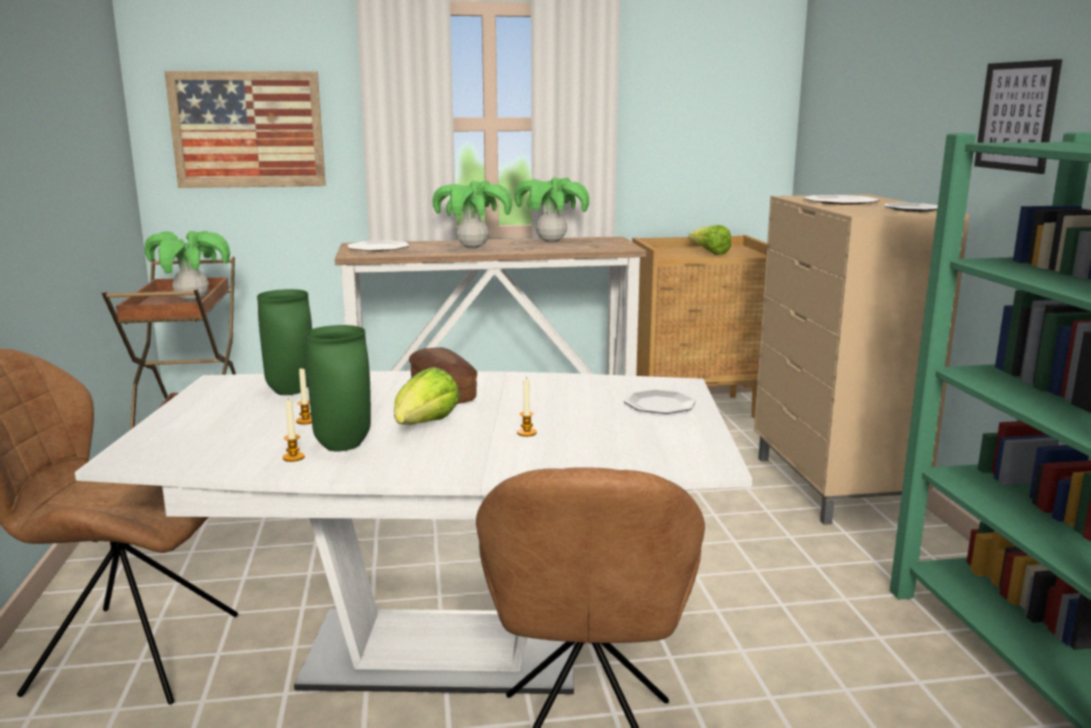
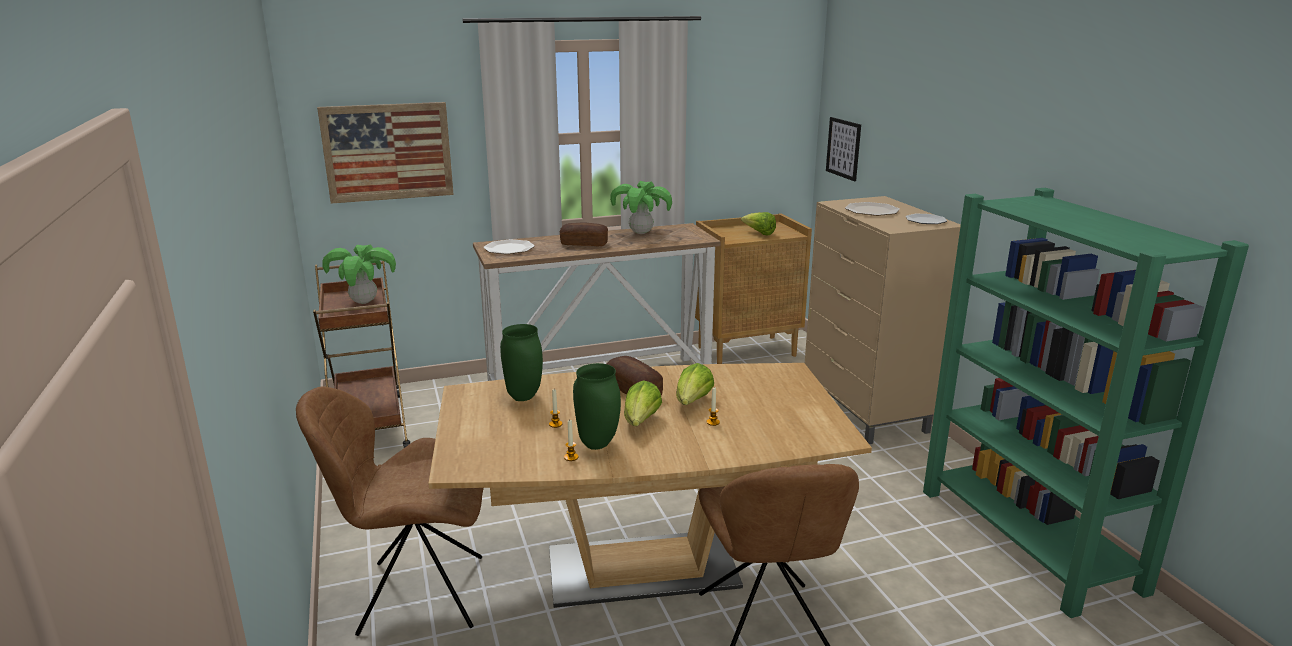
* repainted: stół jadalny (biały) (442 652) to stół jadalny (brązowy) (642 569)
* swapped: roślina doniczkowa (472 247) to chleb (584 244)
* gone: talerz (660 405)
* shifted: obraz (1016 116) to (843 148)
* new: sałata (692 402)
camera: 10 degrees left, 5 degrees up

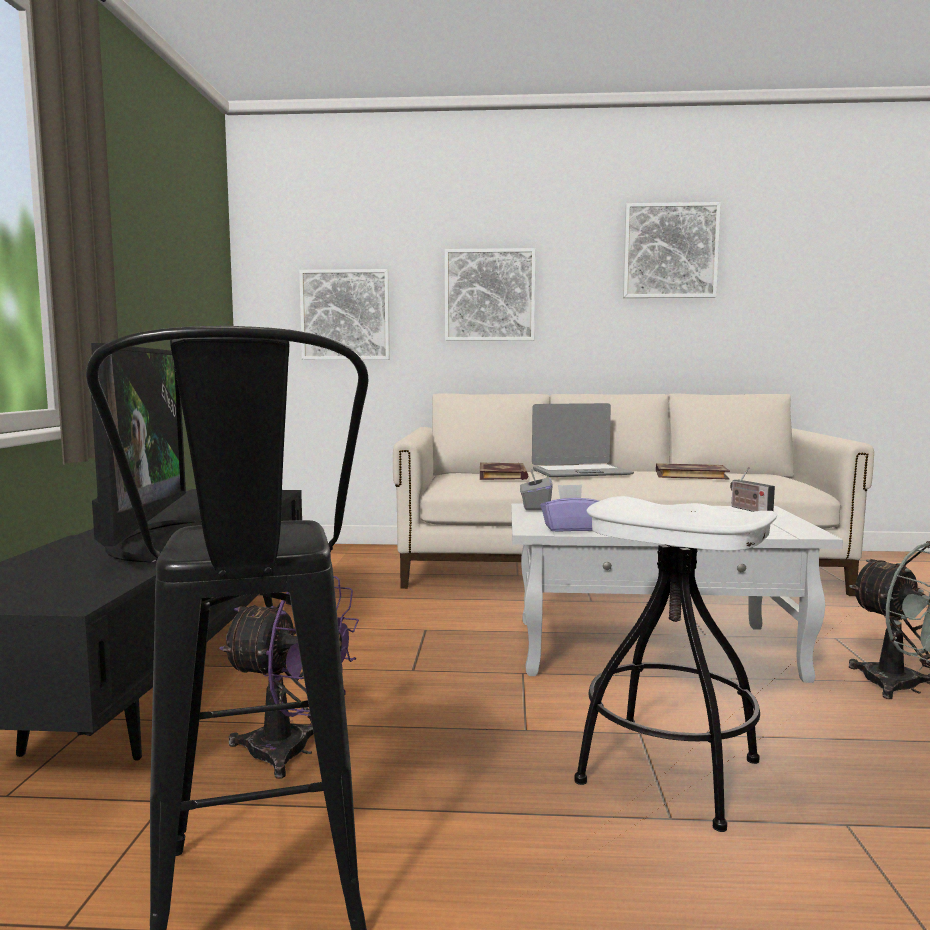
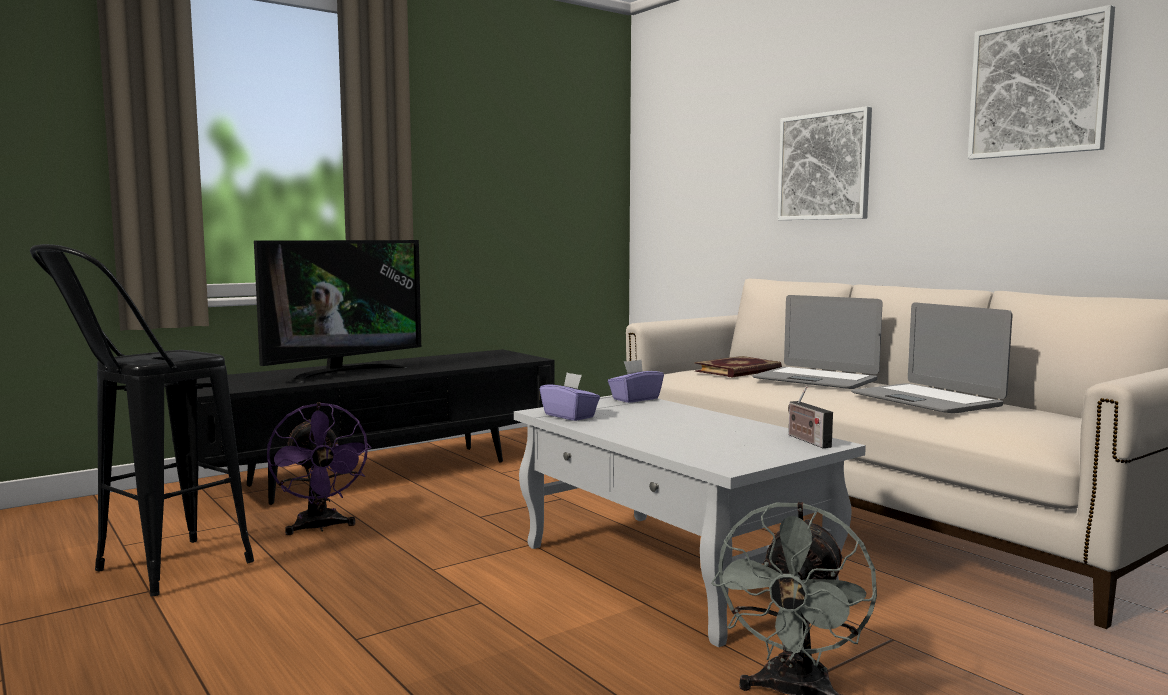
* gone: obraz (345 315)
* repainted: pudełko chusteczek (szary) (535 507) to pudełko chusteczek (fioletowy) (635 399)
* gone: stołek (biały) (667 770)
* swapped: książka (690 474) to laptop (926 400)
* rotated: radio (749 510) = (806 440) 45 degrees counterclockwise
camera: 50 degrees right, 0 degrees up

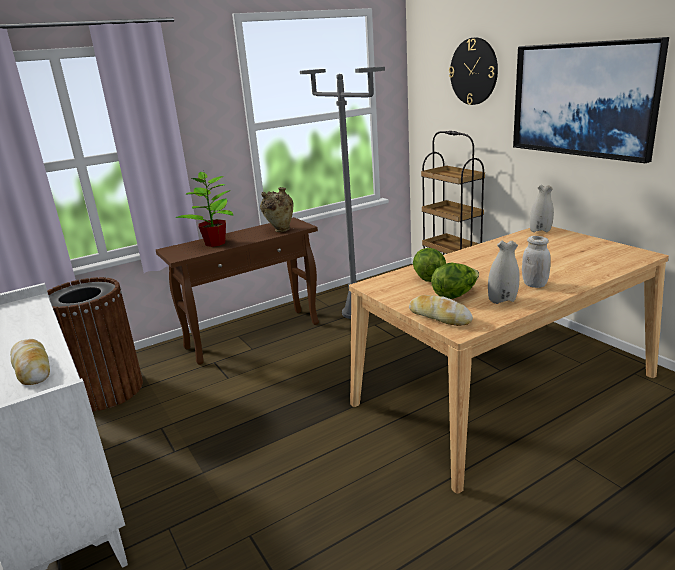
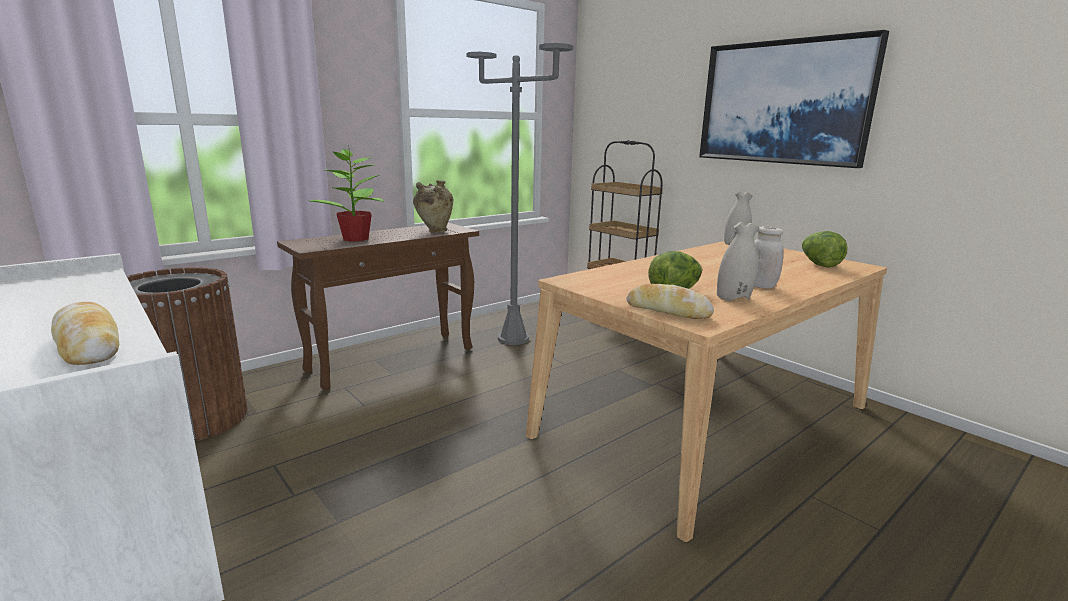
* shifted: sałata (428 277) to (819 265)
* gone: zegar ścienny (474 71)
camera: 10 degrees left, 5 degrees down

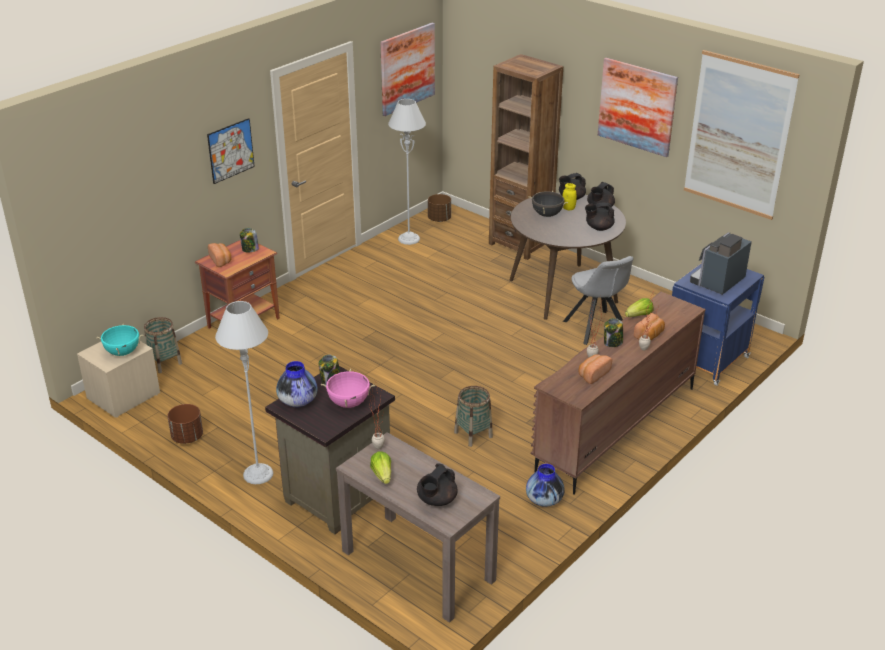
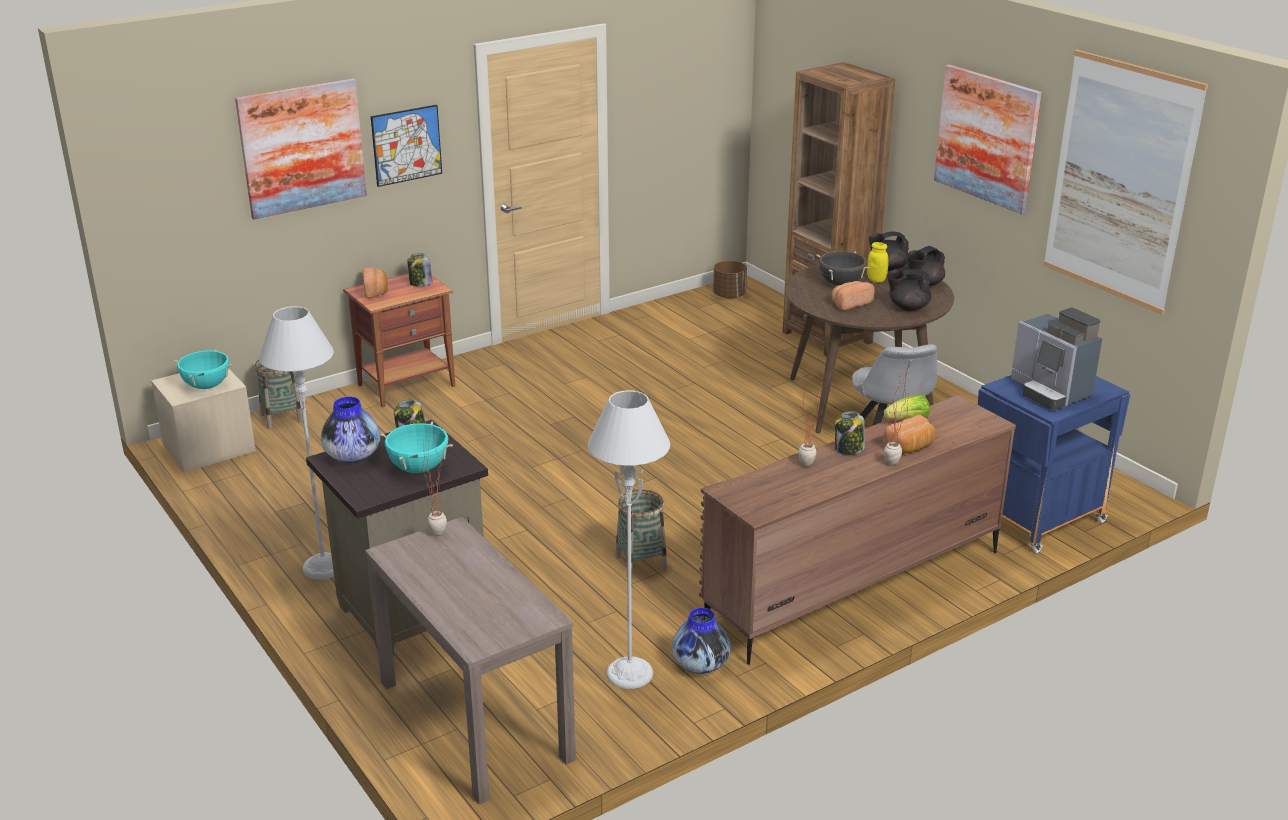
* gone: donica (brązowy) (187 437)
* repainted: garnek (różowy) (348 403) to garnek (turkusowy) (419 468)
* gone: sałata (382 475)
* shifted: obraz (407 68) to (302 148)
* shifted: lampa stojąca (szary) (408 239) to (629 673)
* gone: imbryk (czarny) (436 500)
* shifted: chleb (593 374) to (850 304)
* rotated: ekspres do kawy (717 282) = (1050 392) 90 degrees counterclockwise
camera: 15 degrees right, 5 degrees down

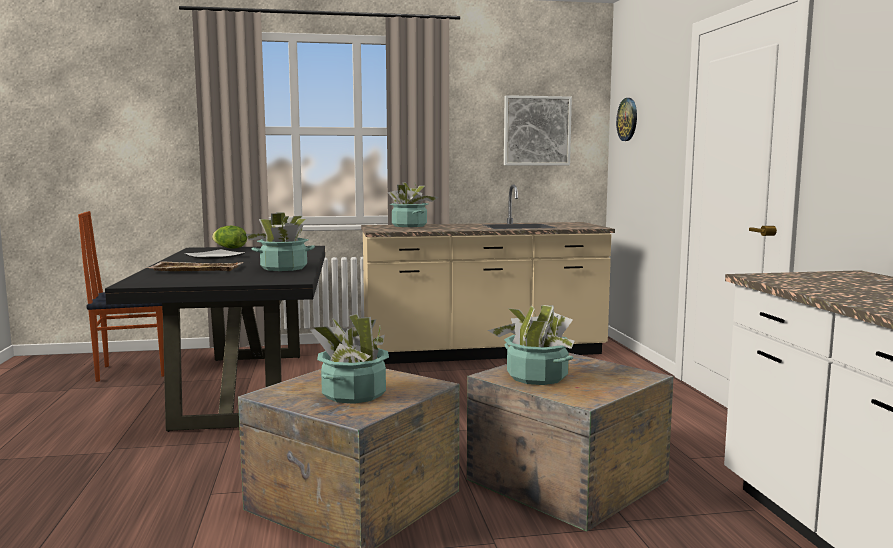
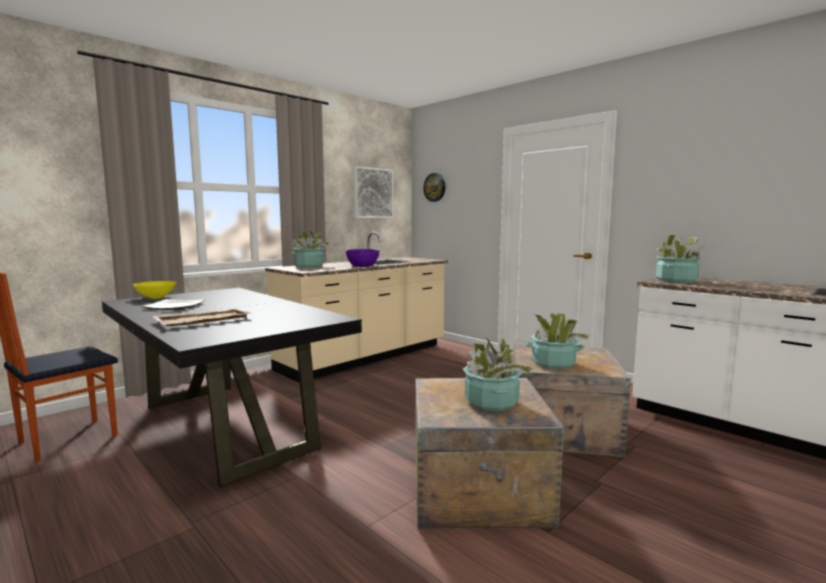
* swapped: sałata (230 248) to miska (żółty) (156 297)
* shifted: roślina doniczkowa (284 268) to (676 280)
* new: miska (fioletowy) (362 266)
camera: 35 degrees left, 0 degrees up

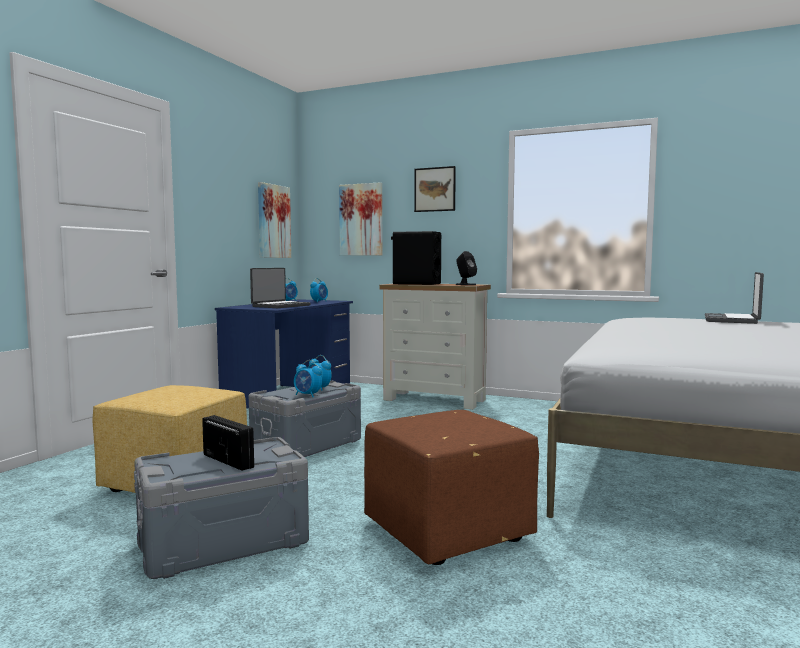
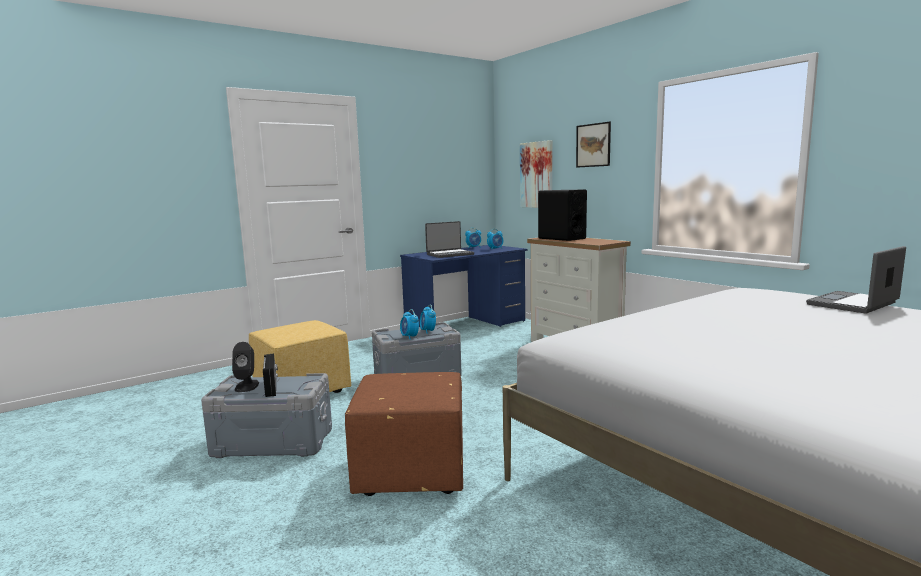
* gone: obraz (273 221)
* shifted: głośnik (czarny) (465 284) to (247 386)
camera: 30 degrees right, 5 degrees up

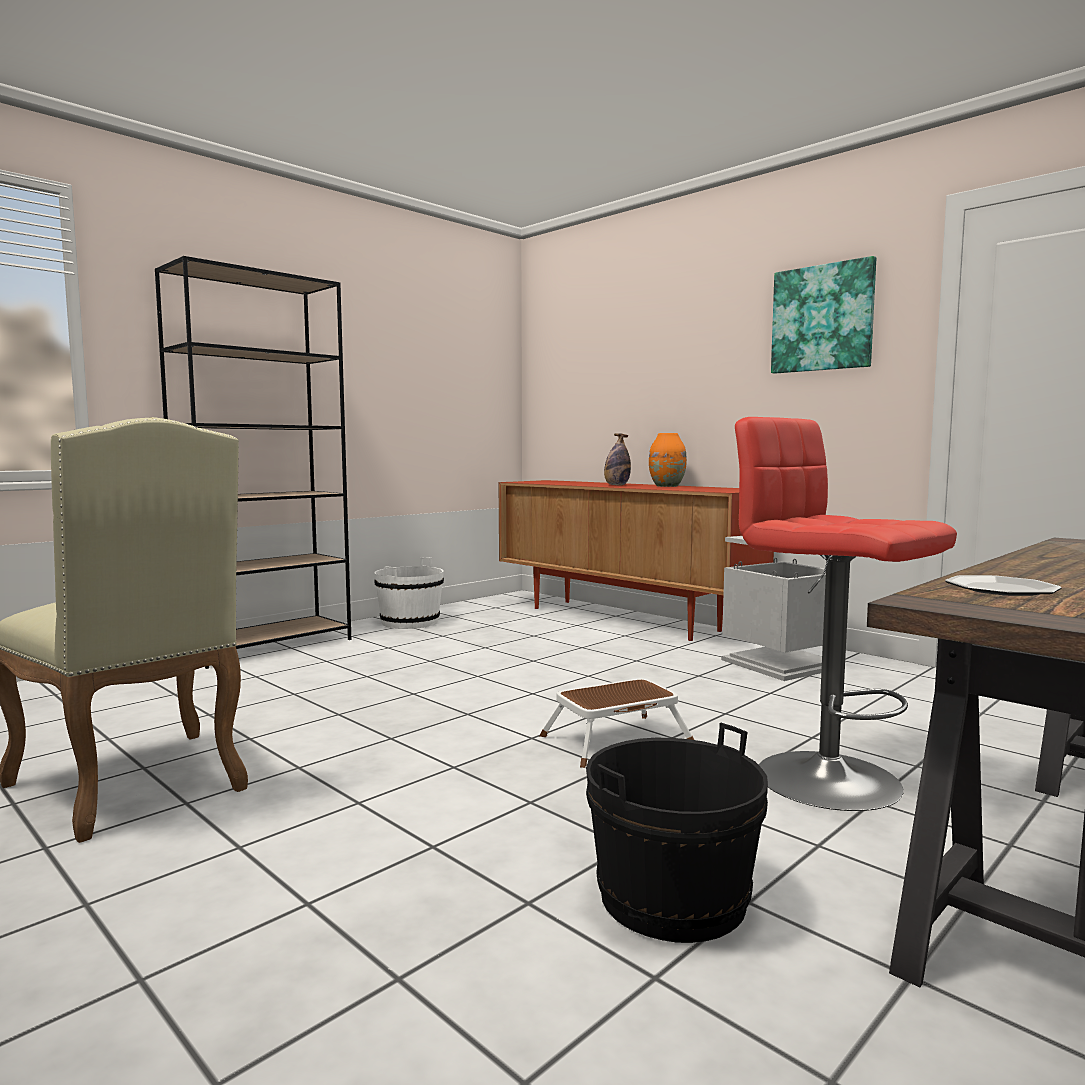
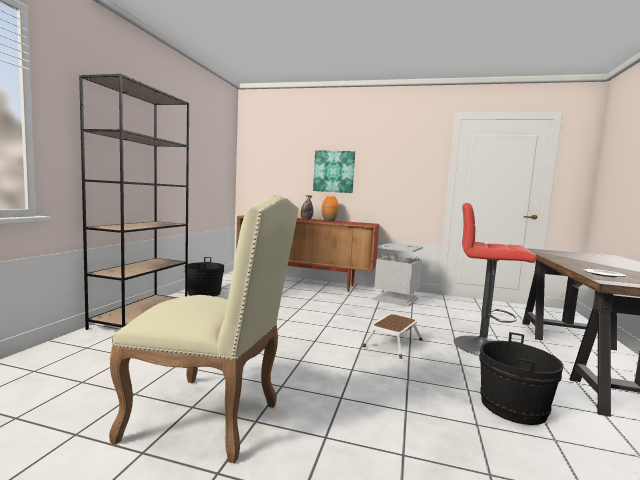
* repainted: wiadro (biały) (410 622) to wiadro (czarny) (204 293)
* shifted: obraz (822 318) to (334 171)
camera: 30 degrees left, 0 degrees up

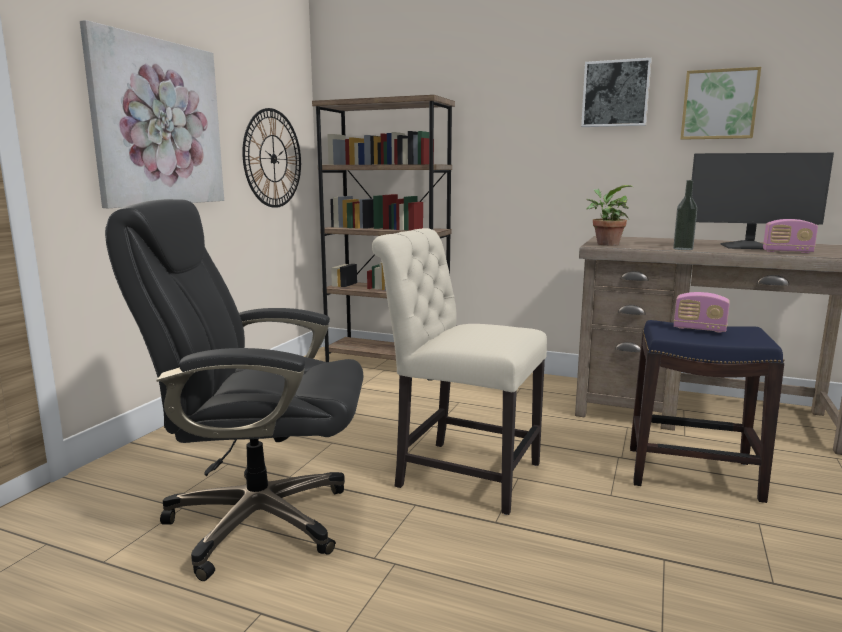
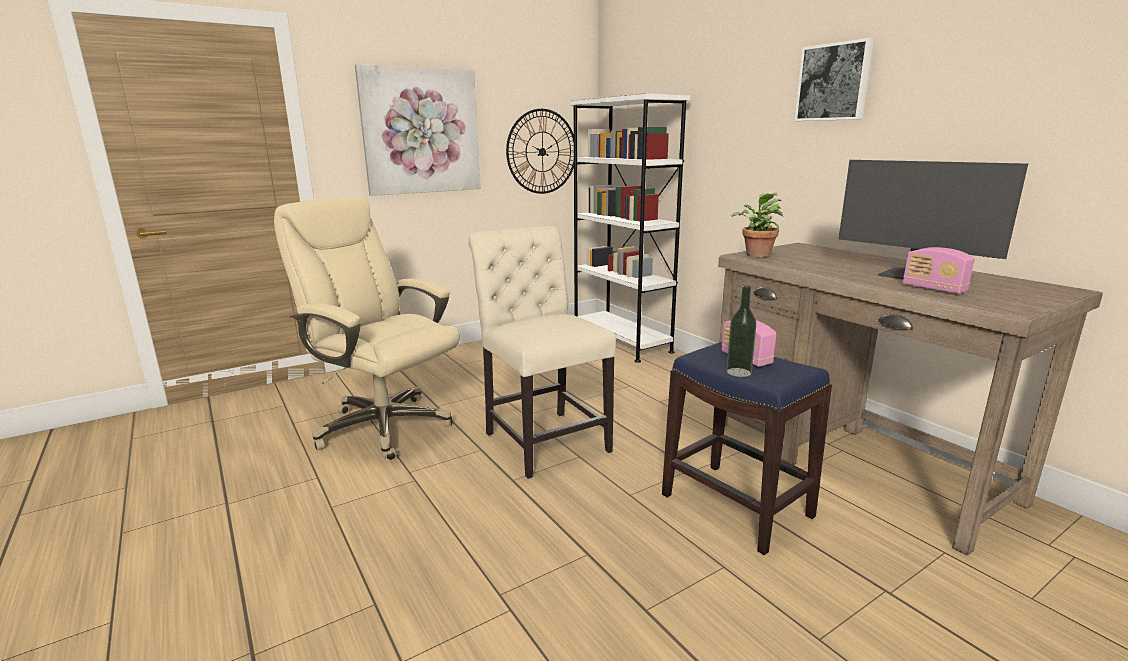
* repainted: krzesło biurowe (czarny) (263 521) to krzesło biurowe (beżowy) (387 428)
* repainted: regał (brązowy) (387 365) to regał (biały) (621 342)
* shifted: butelka (683 249) to (738 372)
* gone: obraz (719 104)
camera: 35 degrees right, 5 degrees up

